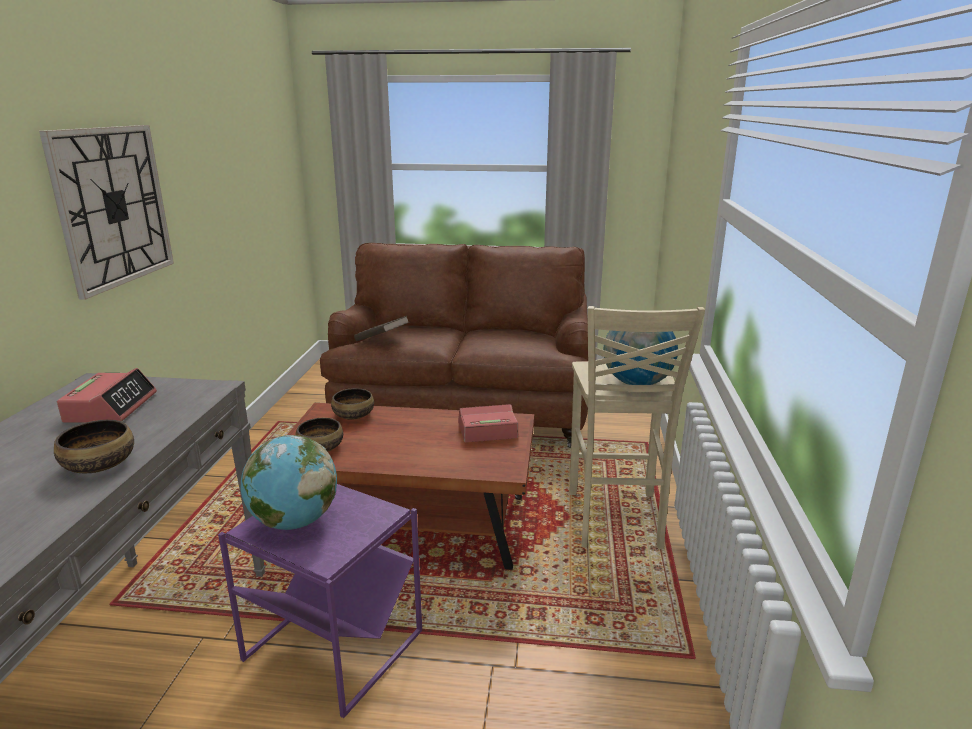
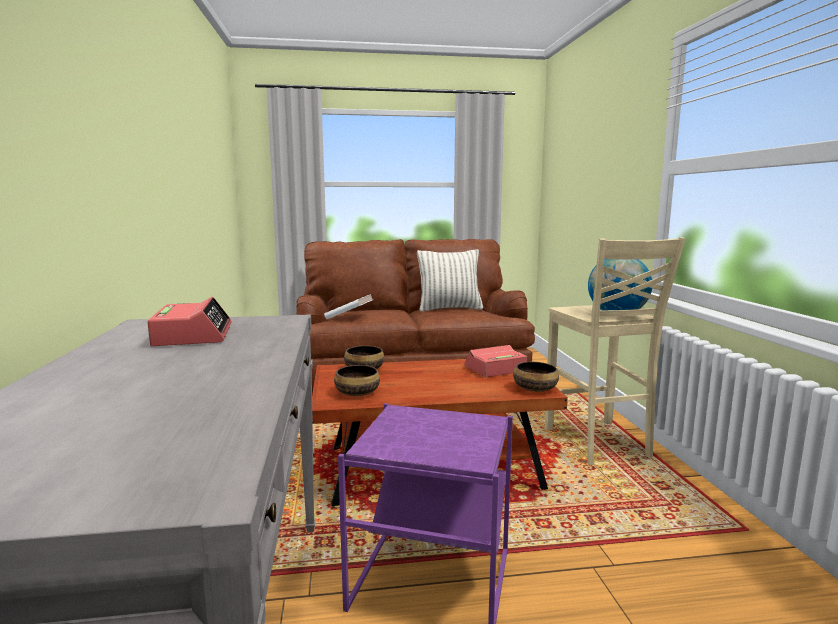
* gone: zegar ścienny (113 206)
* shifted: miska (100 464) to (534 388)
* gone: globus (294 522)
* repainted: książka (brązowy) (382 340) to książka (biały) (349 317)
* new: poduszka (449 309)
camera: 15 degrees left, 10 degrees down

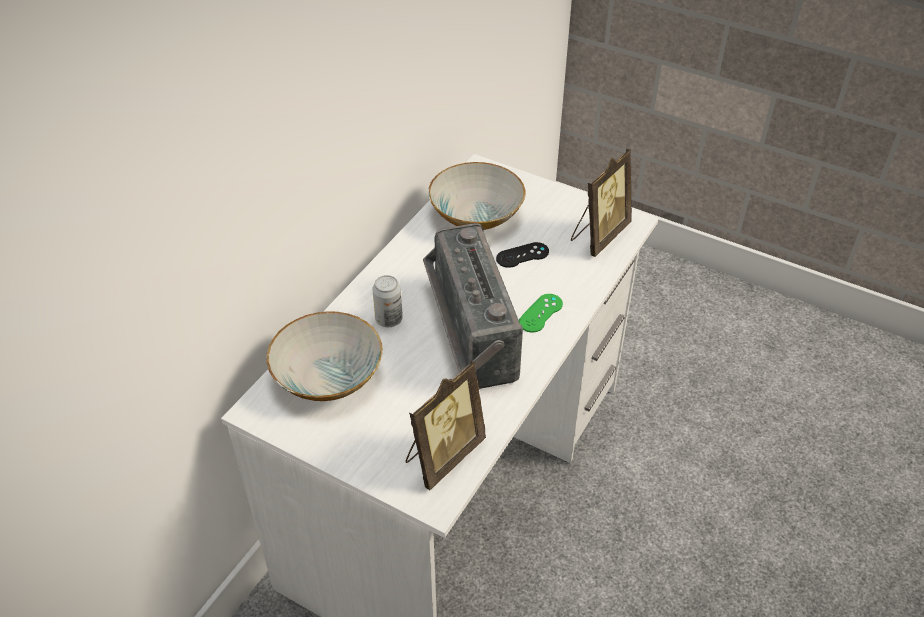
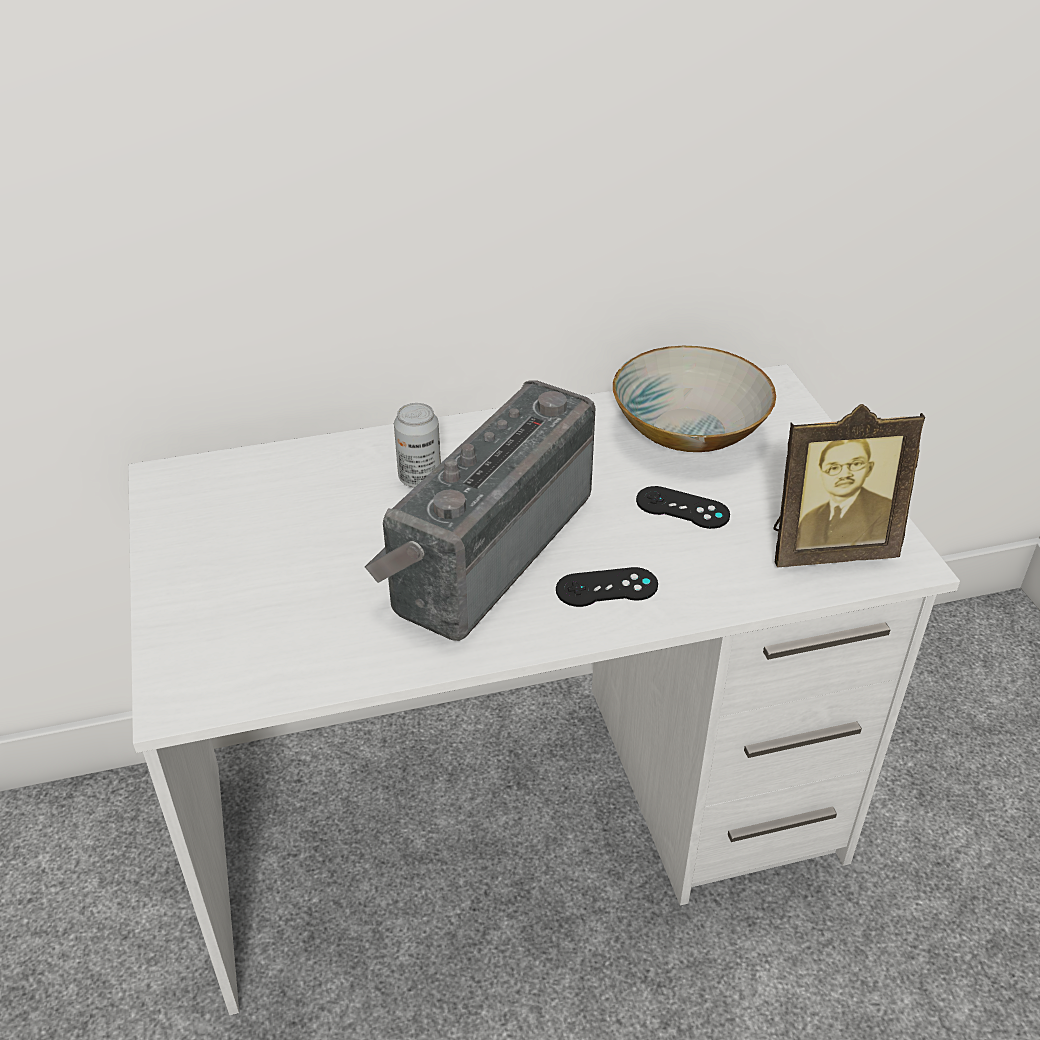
* gone: miska (327 377)
* gone: ramka na zdjęcie (442 455)
* repainted: pad do gier (zielony) (540 313) to pad do gier (czarny) (606 588)
camera: 45 degrees right, 5 degrees down

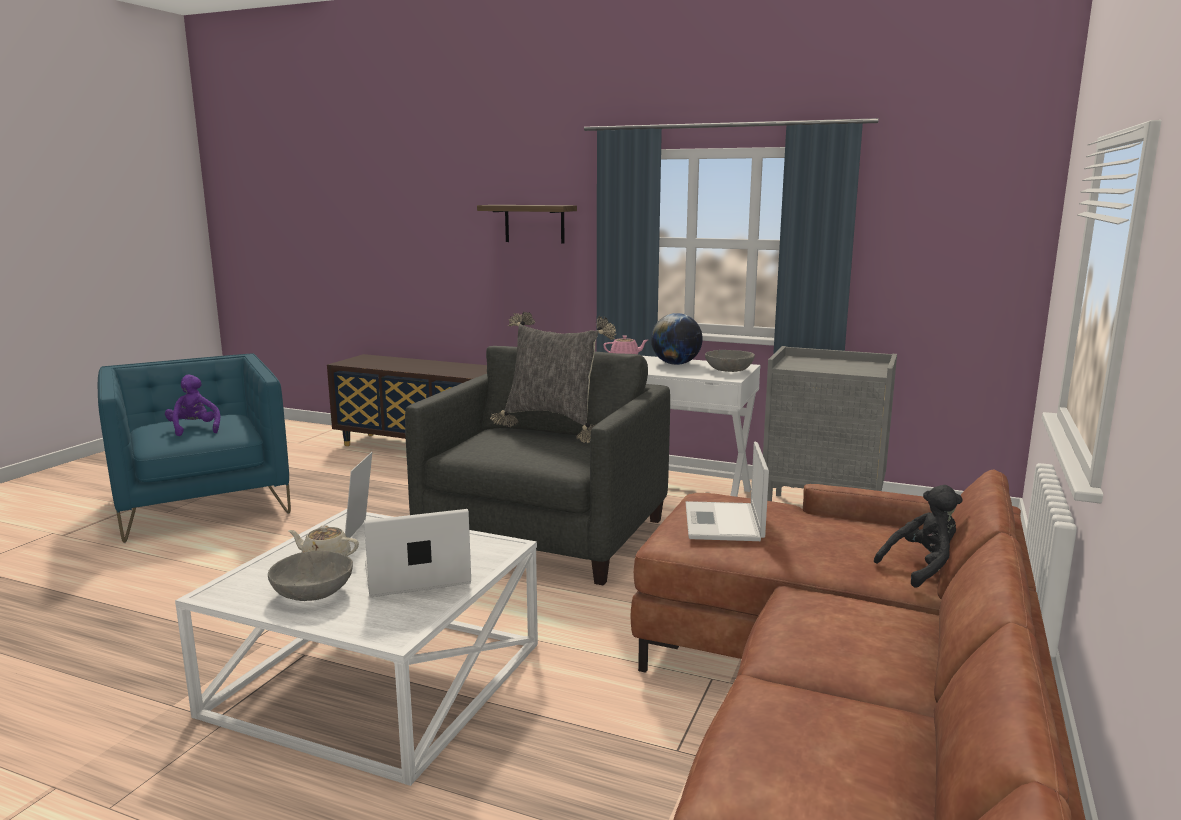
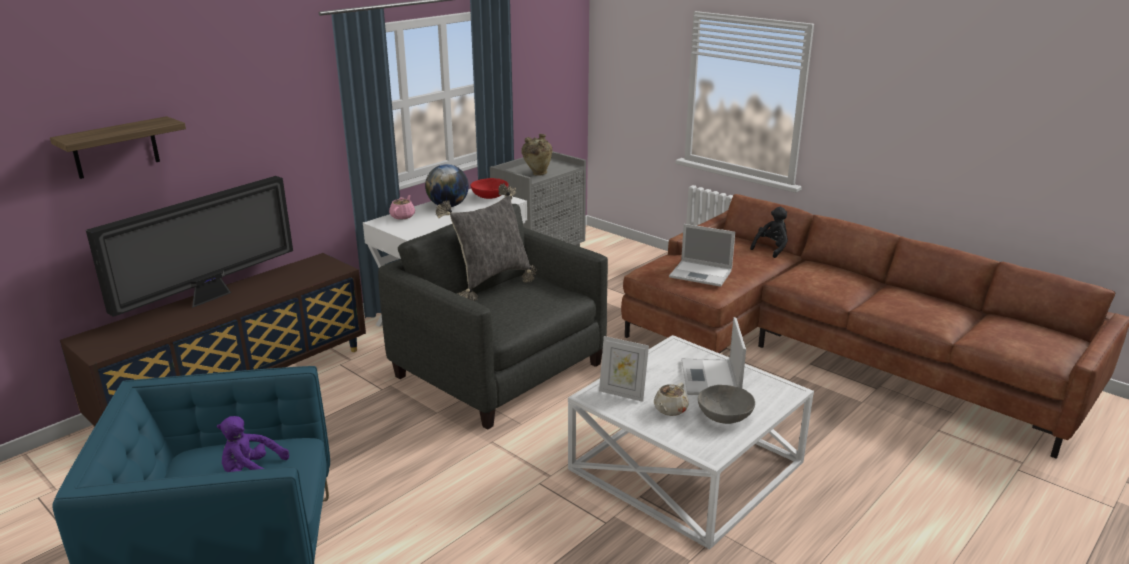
* shifted: półka (534 223) to (115 148)
* repainted: miska (szary) (728 371) to miska (czerwony) (489 197)
* rotated: pluszak (czarny) (922 569) = (771 248) 45 degrees clockwise
* new: telewizor (211 297)
* new: wazon (beżowy) (537 174)
camera: 70 degrees left, 10 degrees up

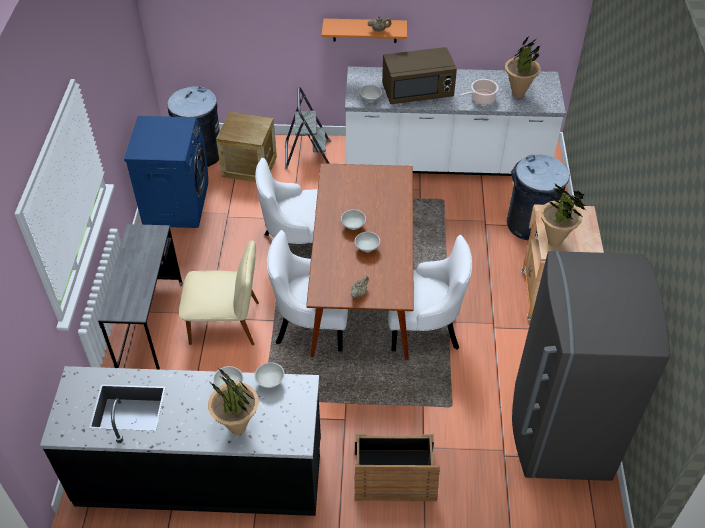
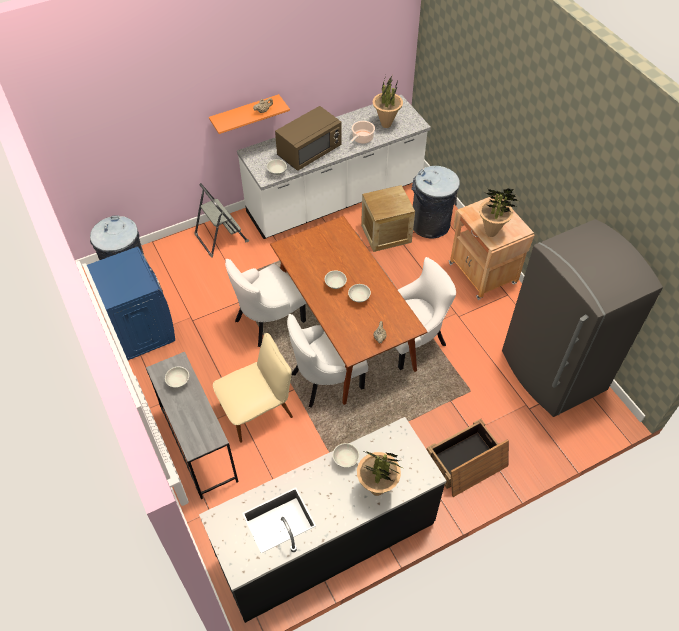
* shifted: skrzynka (249 166) to (386 234)
* shifted: miska (biały) (270 383) to (179 383)
camera: 30 degrees left, 5 degrees up

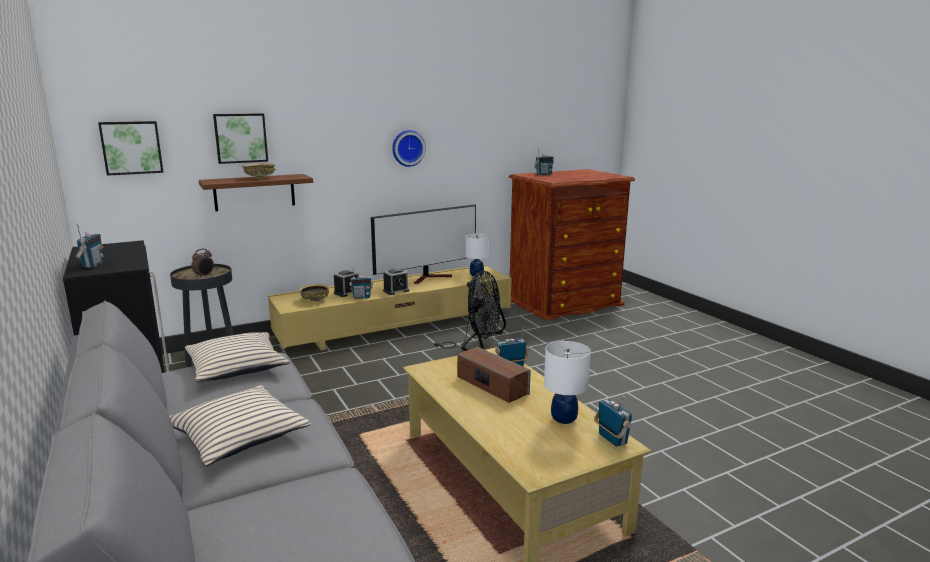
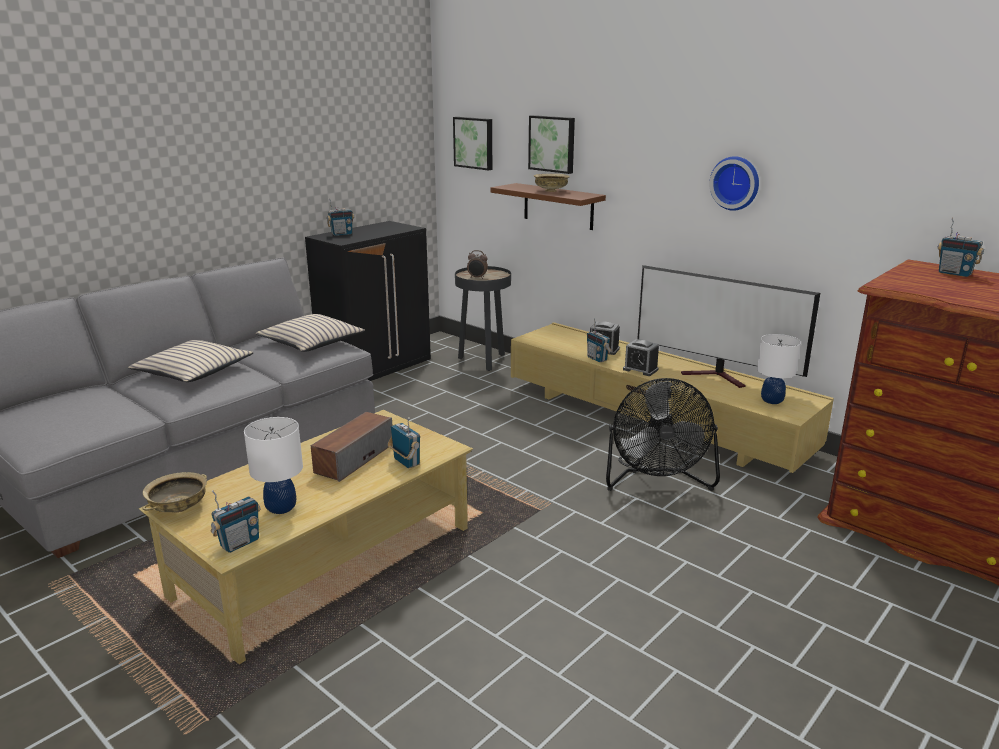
* shifted: miska (beżowy) (315 300) to (178 508)
camera: 70 degrees right, 5 degrees up

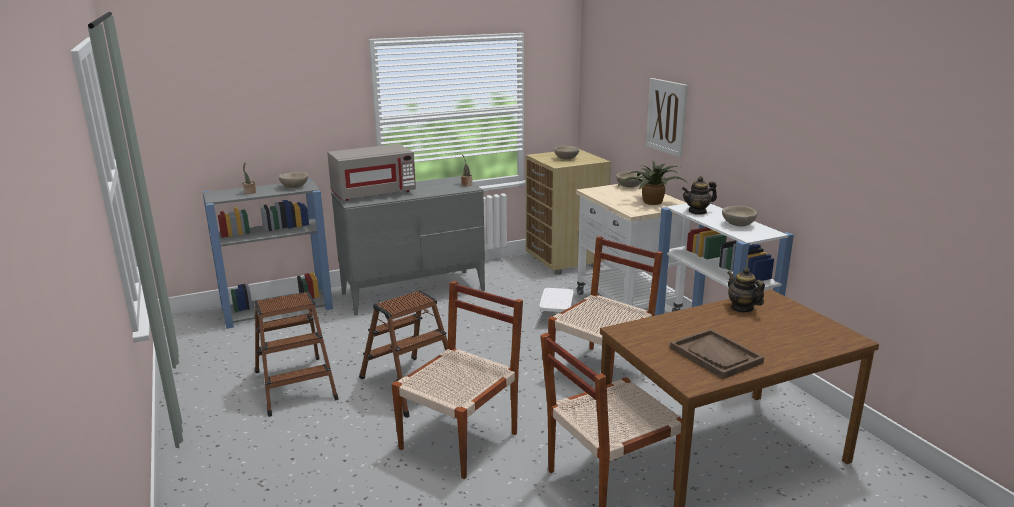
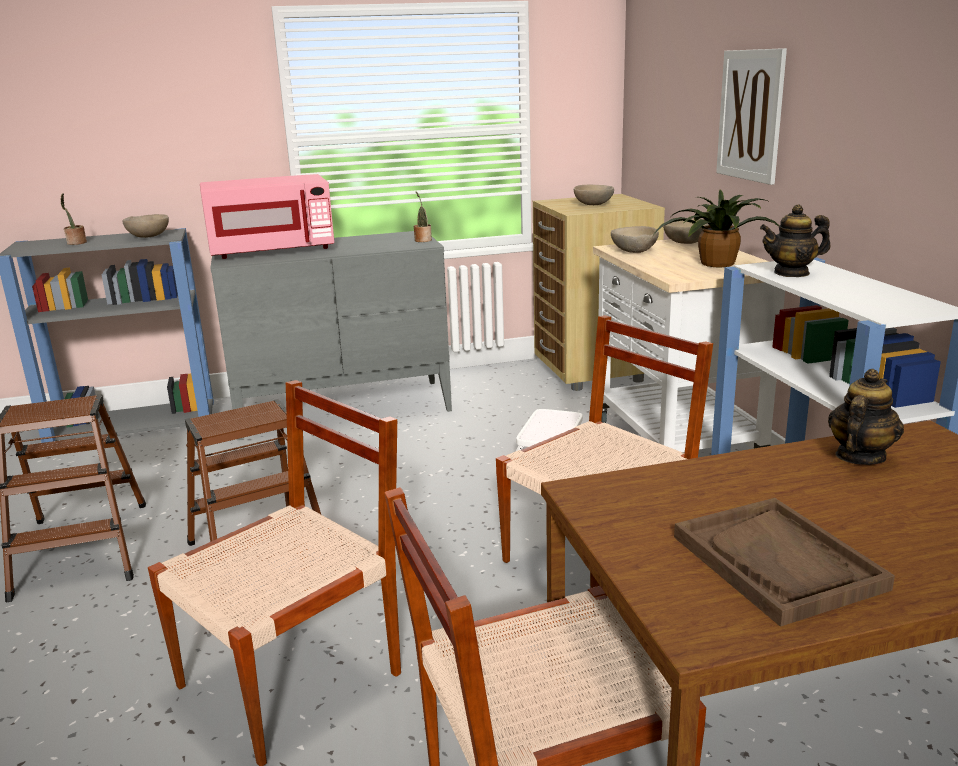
* repainted: mikrofalówka (szary) (374 193) to mikrofalówka (różowy) (272 250)
* shifted: miska (beżowy) (737 225) to (633 251)
* rotated: imbryk (742 308) = (859 456) 60 degrees clockwise
camera: 10 degrees right, 0 degrees up

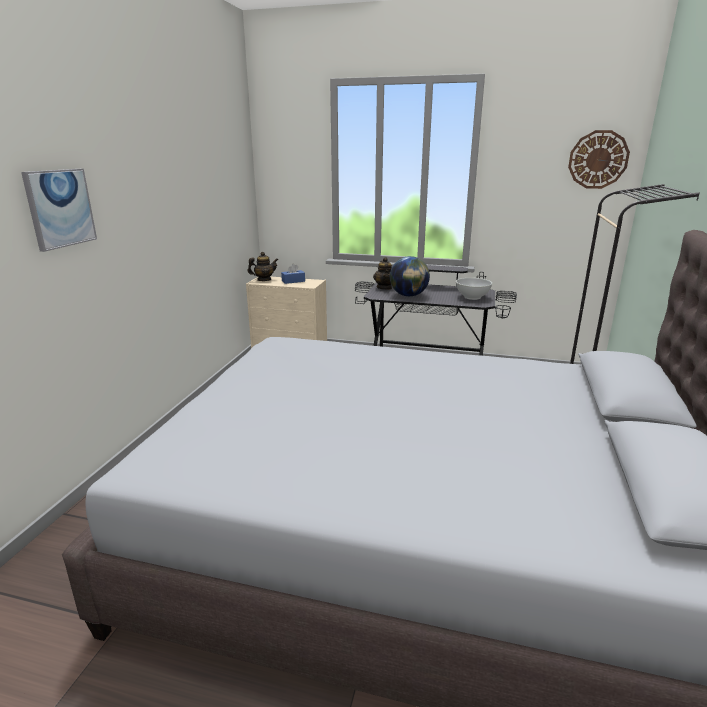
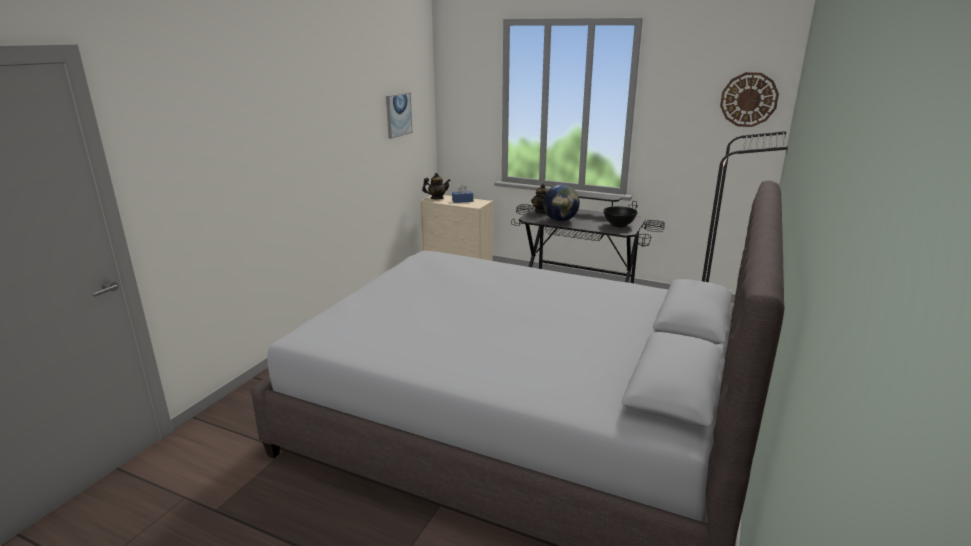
* shifted: obraz (60 208) to (398 115)
* repainted: miska (biały) (472 297) to miska (czarny) (618 225)
camera: 10 degrees right, 0 degrees up

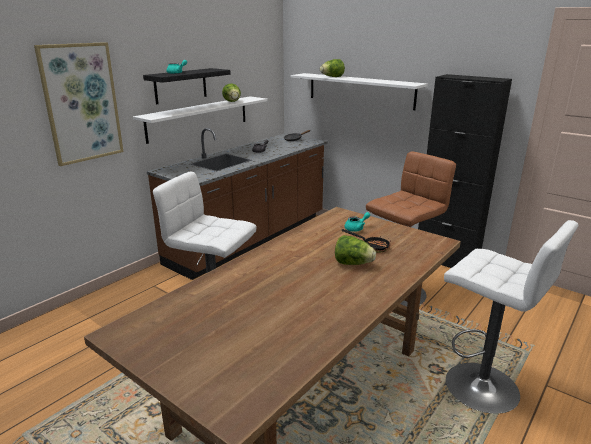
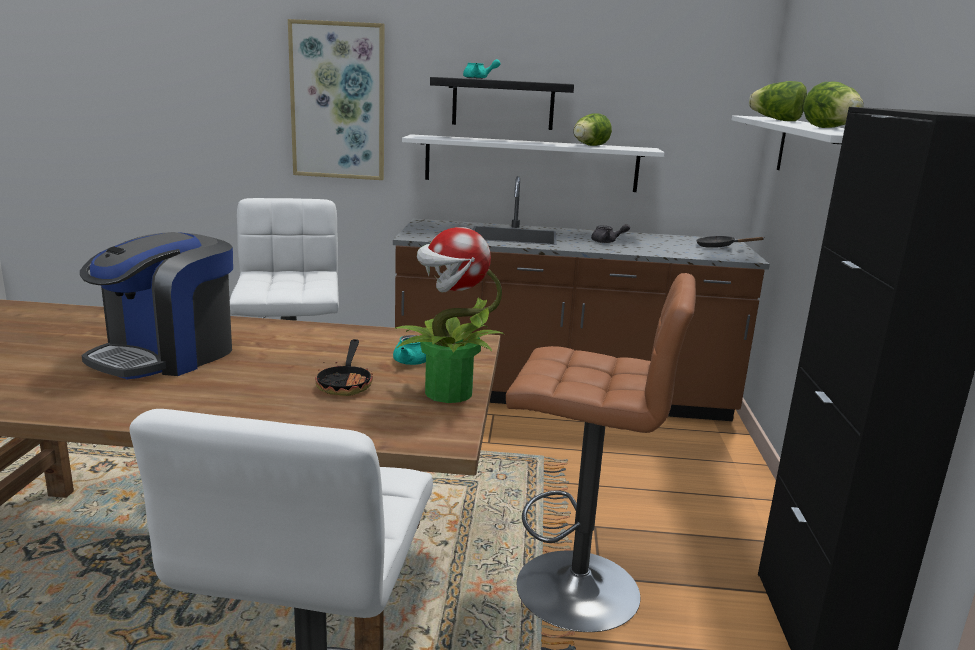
* shifted: sałata (353 263) to (831 128)
* new: ekspres do kawy (167 355)
* new: roślina doniczkowa (446 393)
camera: 55 degrees right, 5 degrees down

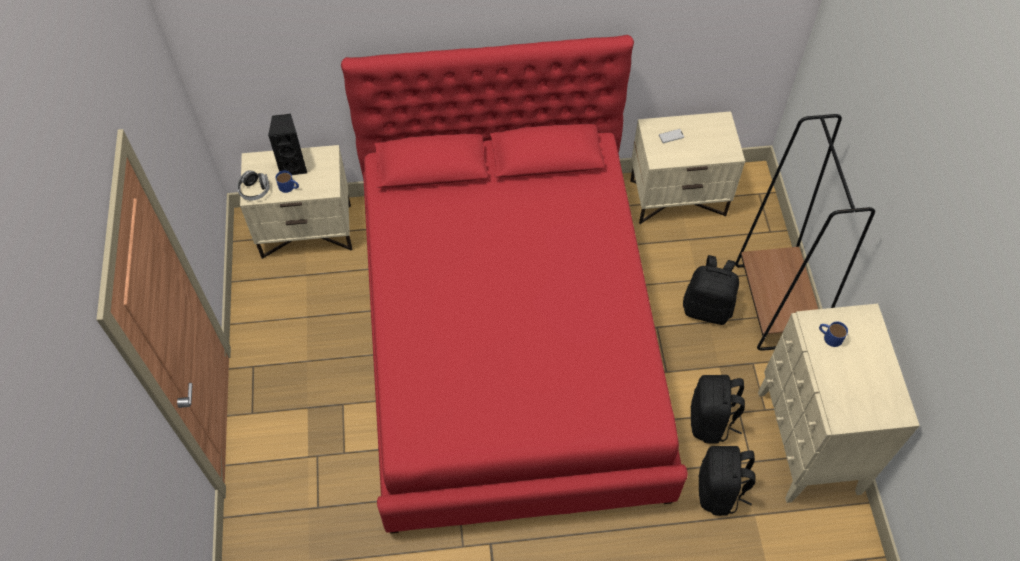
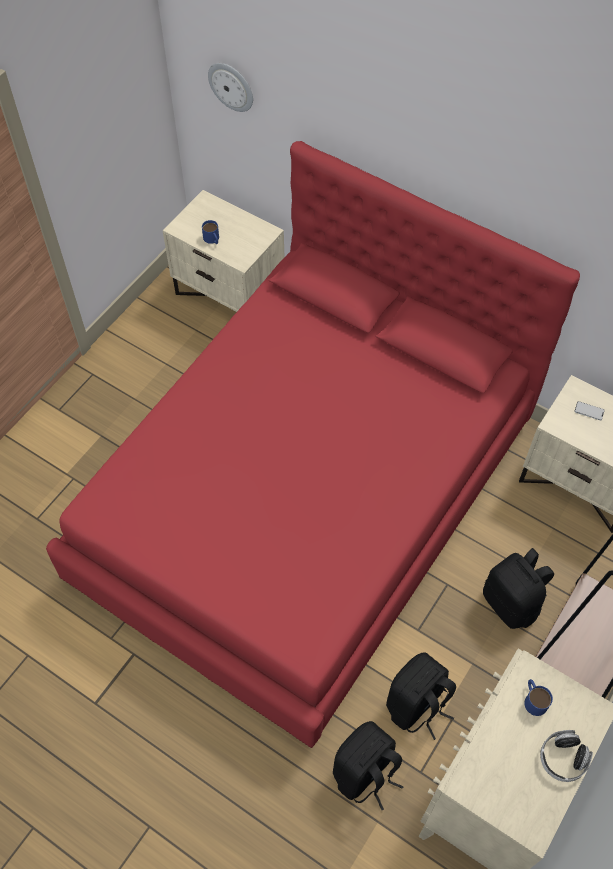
* shifted: słuchawki (255 190) to (562 759)
* gone: głośnik (czarny) (294 166)
* new: zegar ścienny (231 86)
camera: 40 degrees right, 0 degrees up

